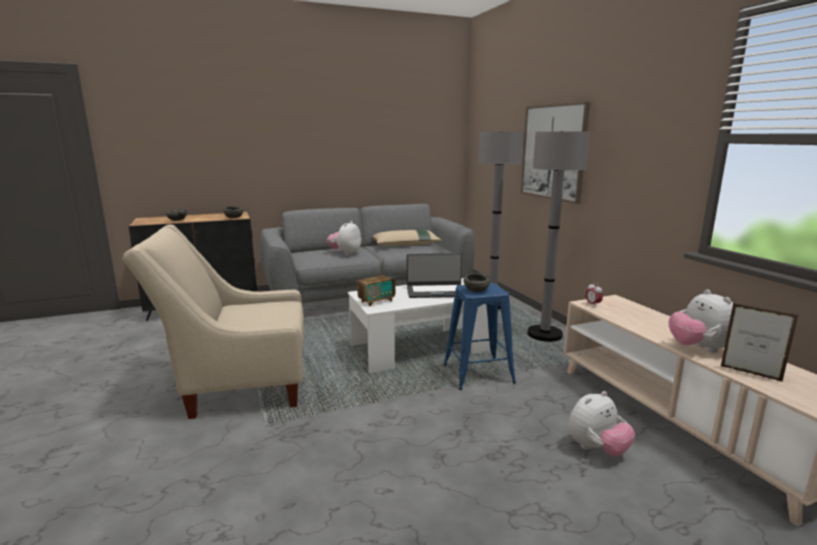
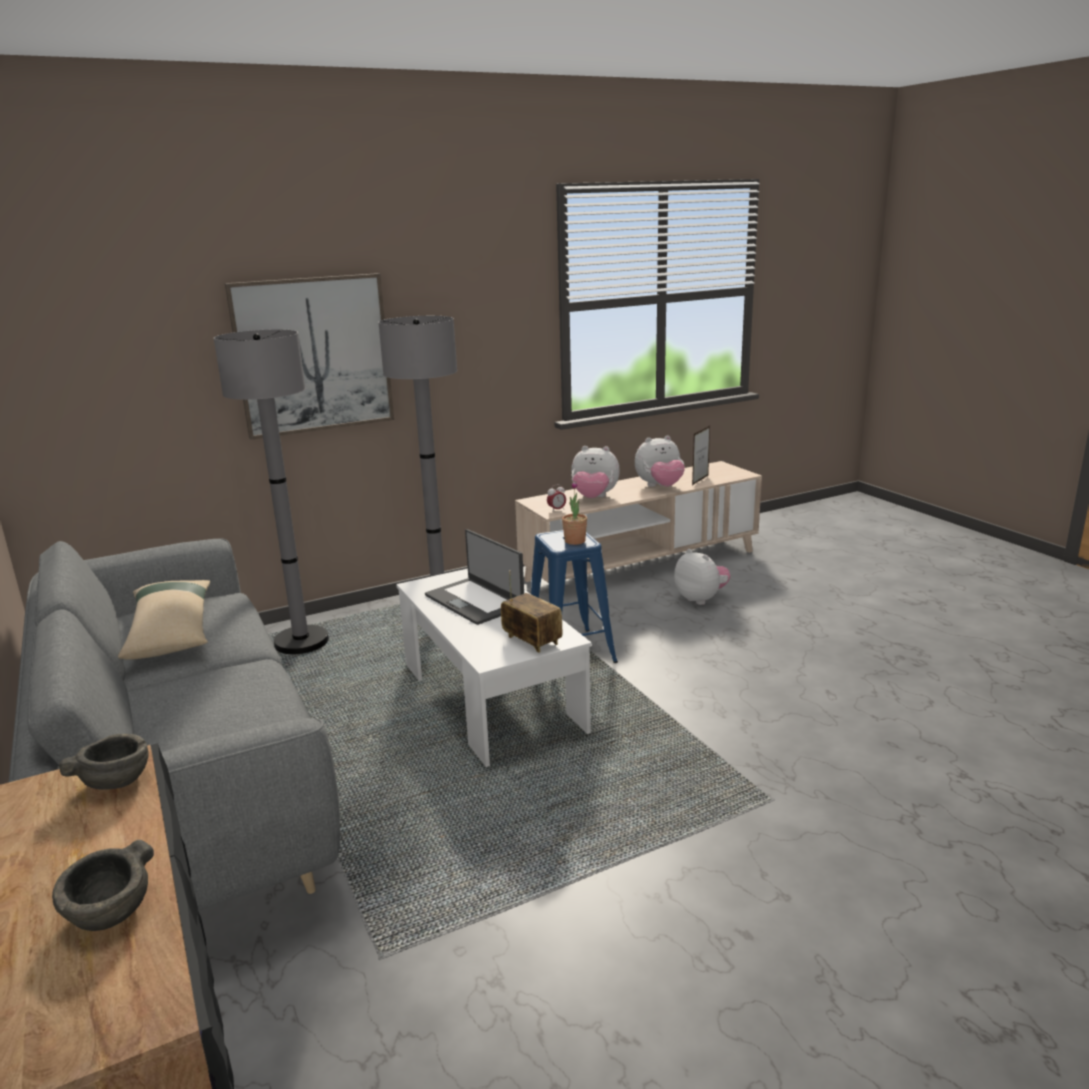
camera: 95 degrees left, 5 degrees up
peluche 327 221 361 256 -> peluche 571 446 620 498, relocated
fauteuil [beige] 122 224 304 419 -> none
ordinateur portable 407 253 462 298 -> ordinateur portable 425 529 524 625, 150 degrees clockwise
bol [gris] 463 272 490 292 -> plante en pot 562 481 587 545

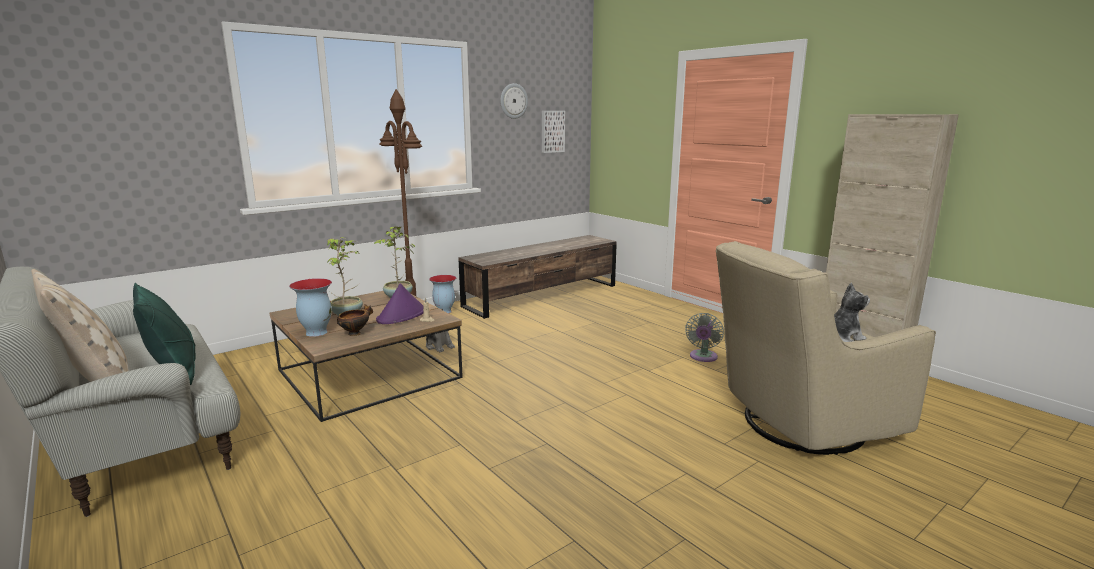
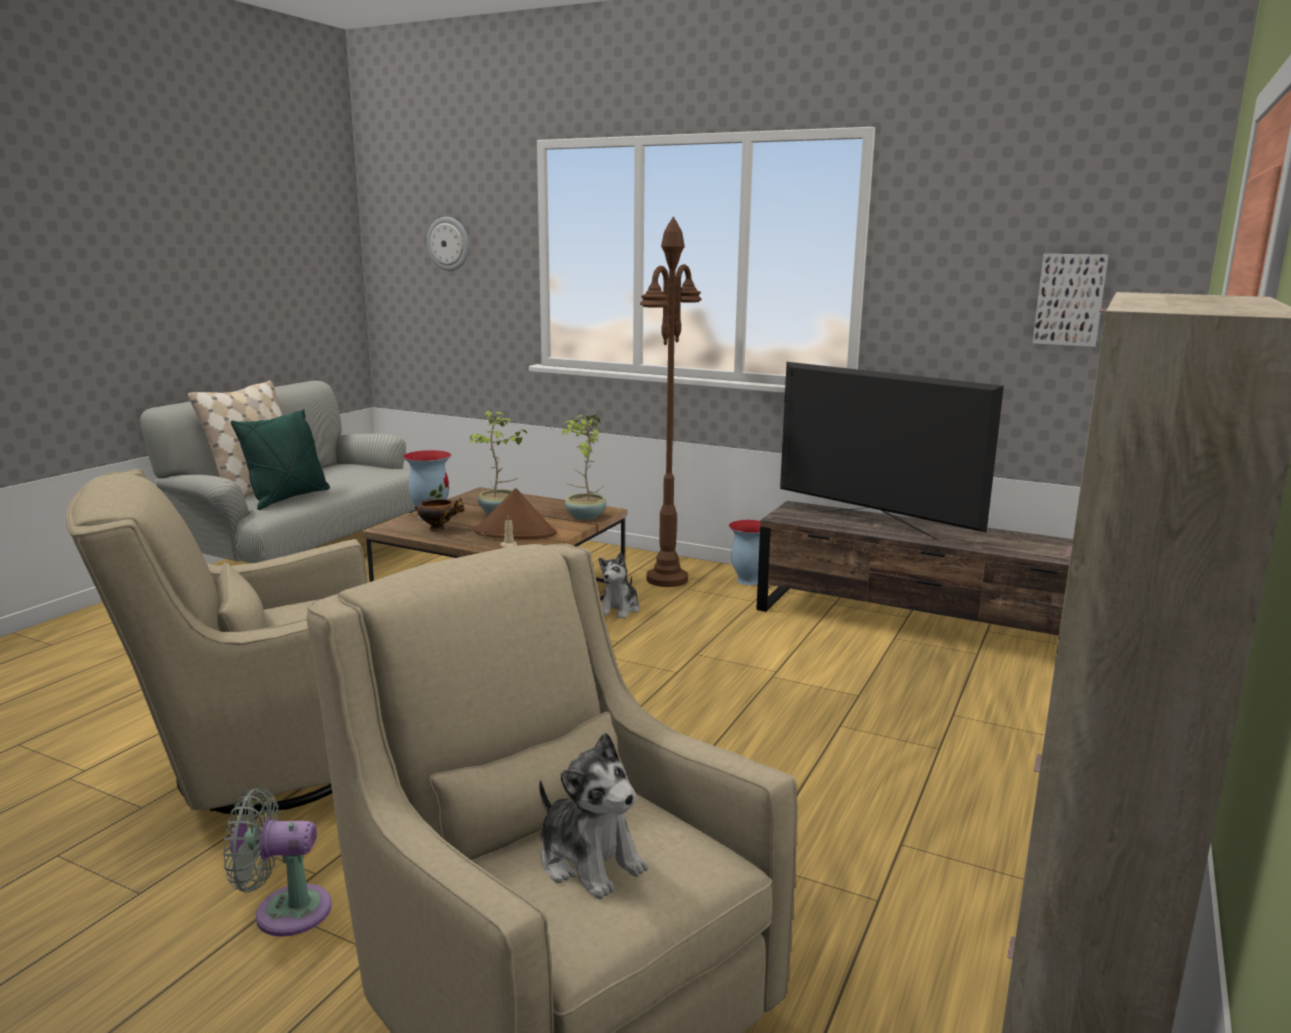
camera: 65 degrees right, 0 degrees up
horloge murale 500 83 528 119 -> horloge murale 427 217 469 271, relocated
chapeau [violet] 376 283 424 324 -> chapeau [marron] 474 488 557 539
ventilateur [gris] 685 313 724 362 -> ventilateur [gris] 223 788 332 937, relocated
none -> téléviseur 780 362 1004 541
none -> fauteuil [beige] 66 469 368 815

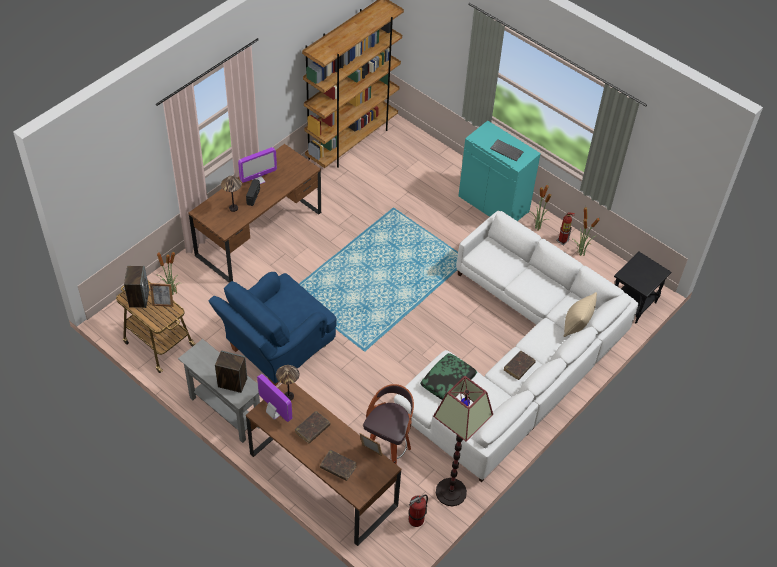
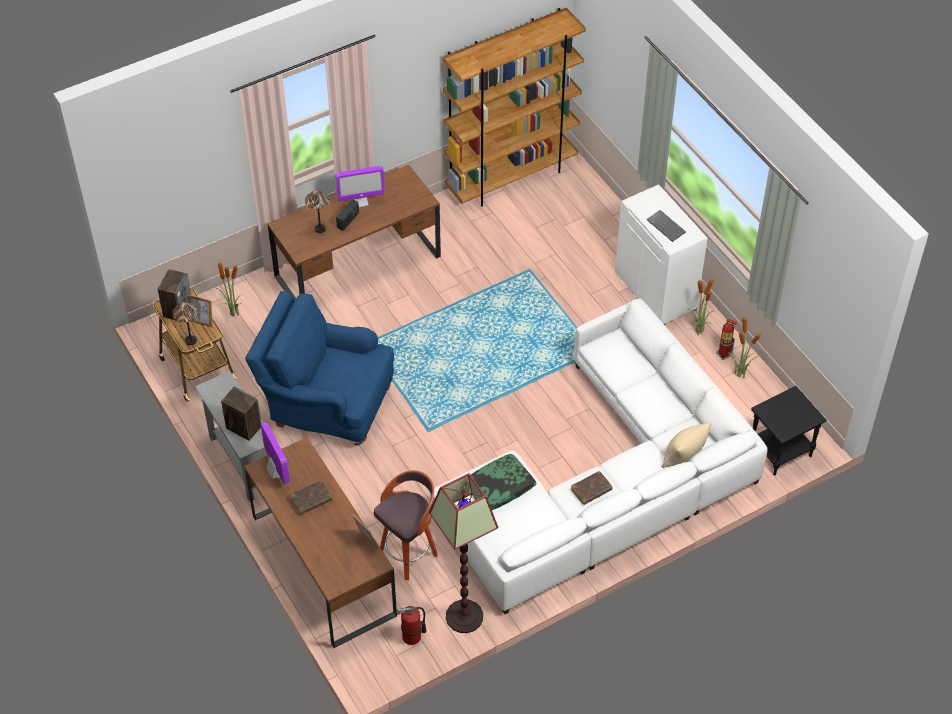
camera: 20 degrees right, 0 degrees up
meuble de rangement [turquoise] 458 121 541 221 -> meuble de rangement [blanc] 615 184 708 325
fauteuil [bleu] 209 272 337 386 -> fauteuil [bleu] 245 291 394 445, 45 degrees clockwise
lampe de table 276 365 299 401 -> lampe de table 172 302 199 345, relocated
livre [marron] 320 450 357 481 -> none

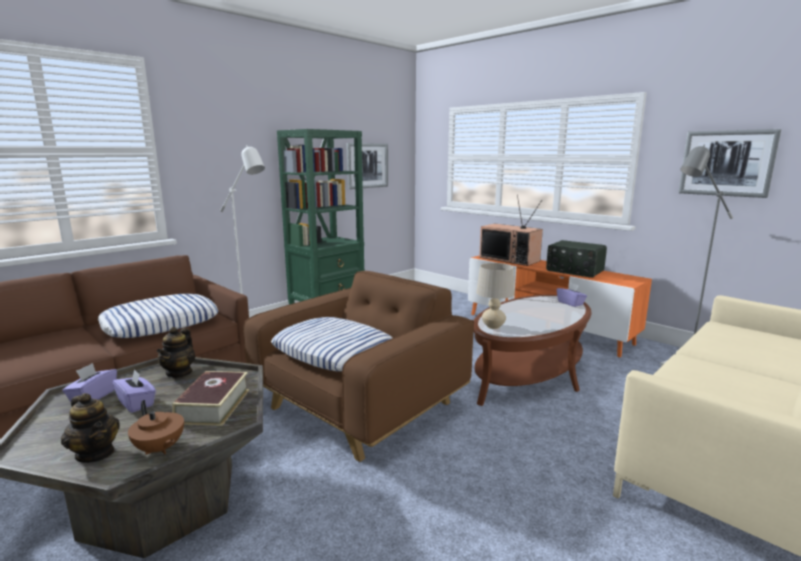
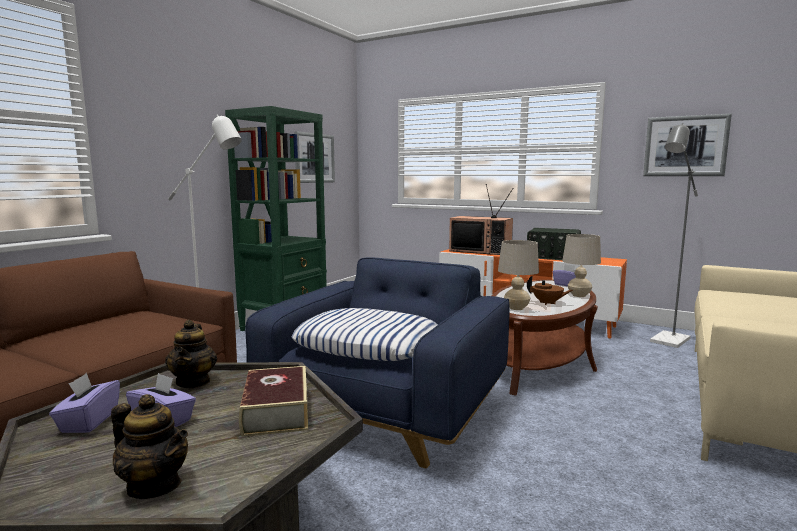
camera: 15 degrees left, 5 degrees down
fauteuil [marron] 243 271 474 462 -> fauteuil [bleu] 245 257 510 468
coussin 98 294 218 338 -> none
théière [marron] 128 400 184 455 -> théière [marron] 527 276 573 305, relocated
none -> lampe de table [beige] 562 234 601 297

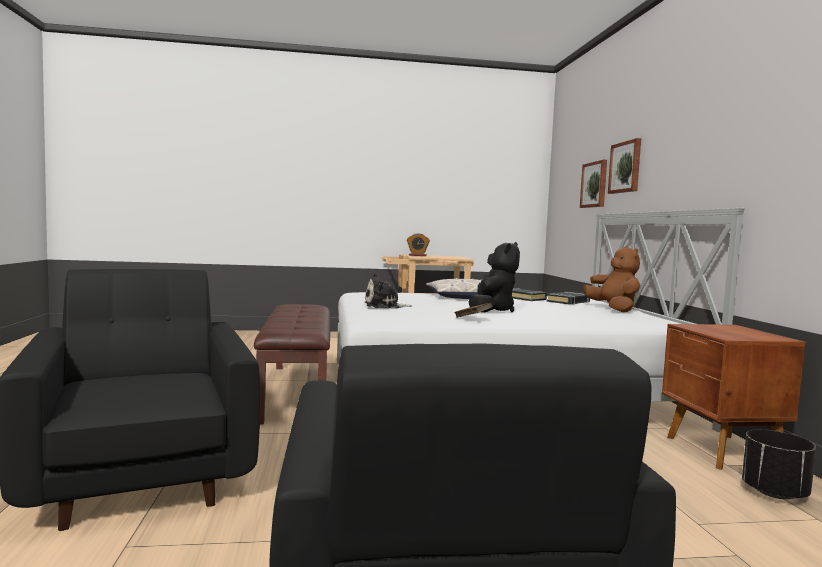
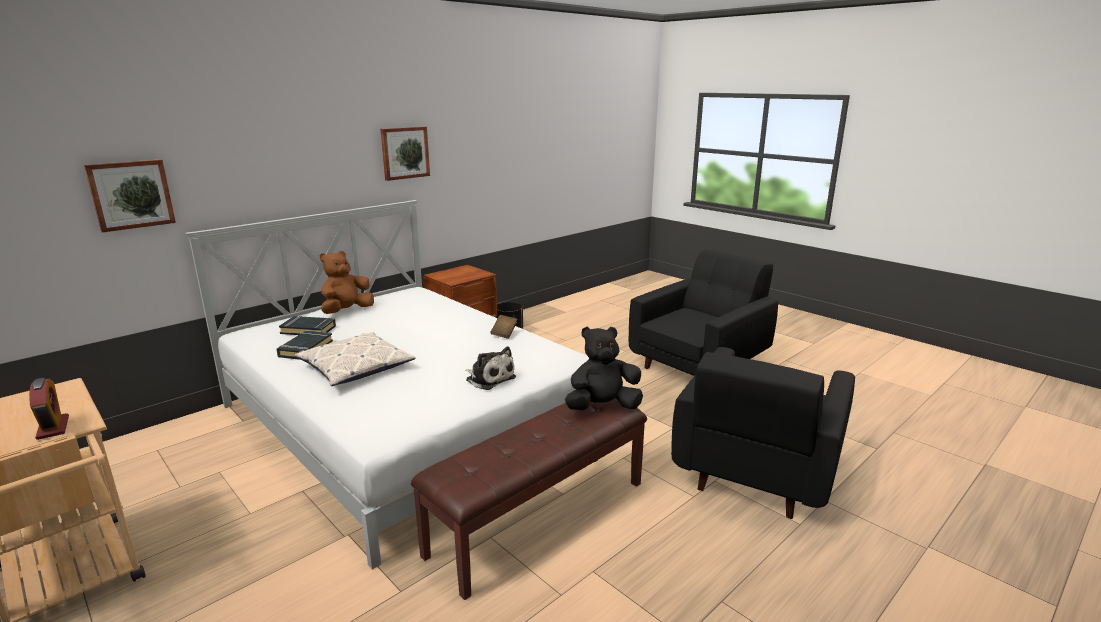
camera: 125 degrees left, 15 degrees up
tableau 608 138 641 194 -> tableau 380 126 430 181, relocated
peluche [noir] 469 242 520 312 -> peluche [noir] 565 327 643 410, relocated

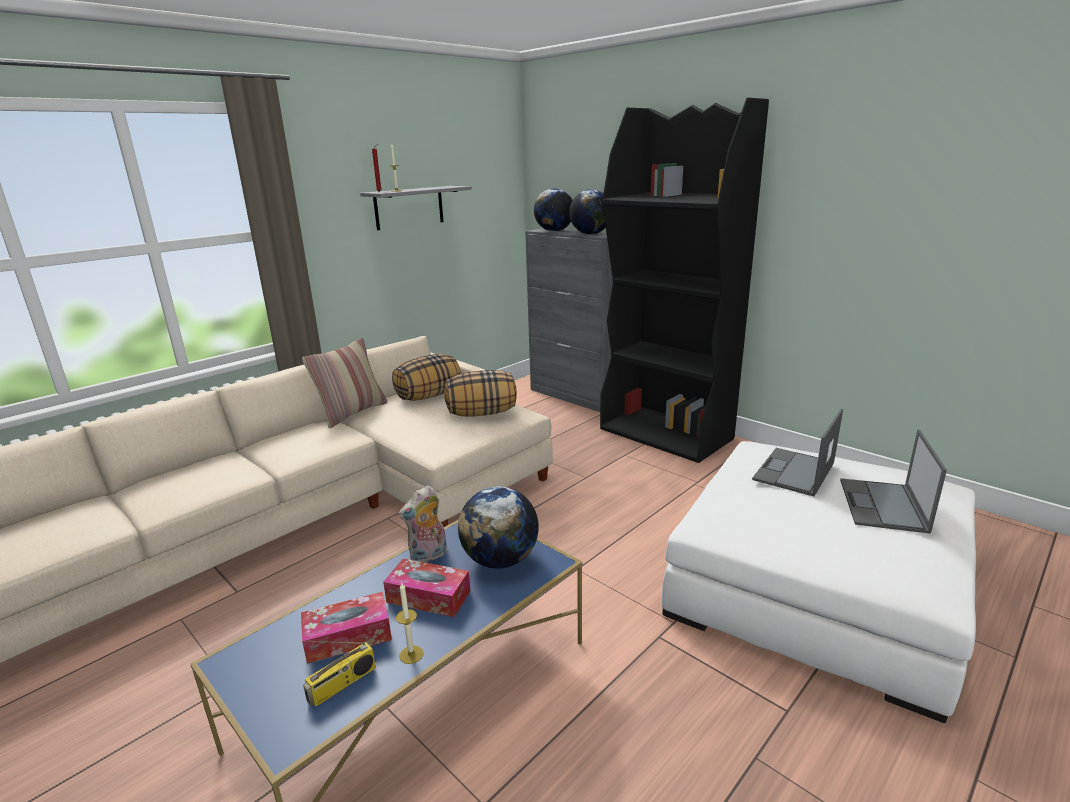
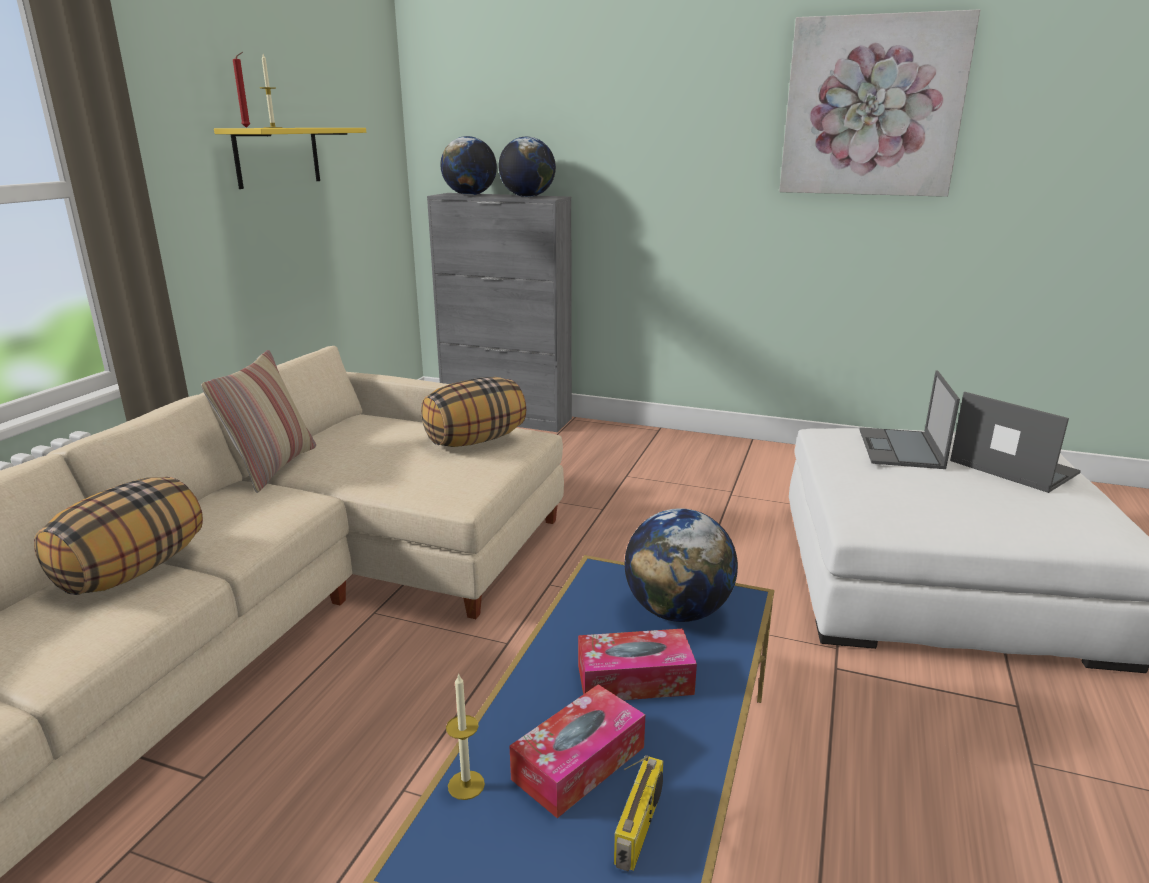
camera: 25 degrees left, 0 degrees up
bibliothèque [noir] 600 98 769 463 -> none
étagère [gris] 360 186 472 230 -> étagère [jaune] 214 128 366 189
coussin 392 354 461 401 -> coussin 34 477 203 595, relocated
ordinateur portable 840 429 947 534 -> ordinateur portable 950 392 1081 493, 150 degrees clockwise
peluche 398 485 447 563 -> none
bougie 396 583 423 664 -> bougie 446 673 485 800, relocated
none -> tableau 779 9 980 197

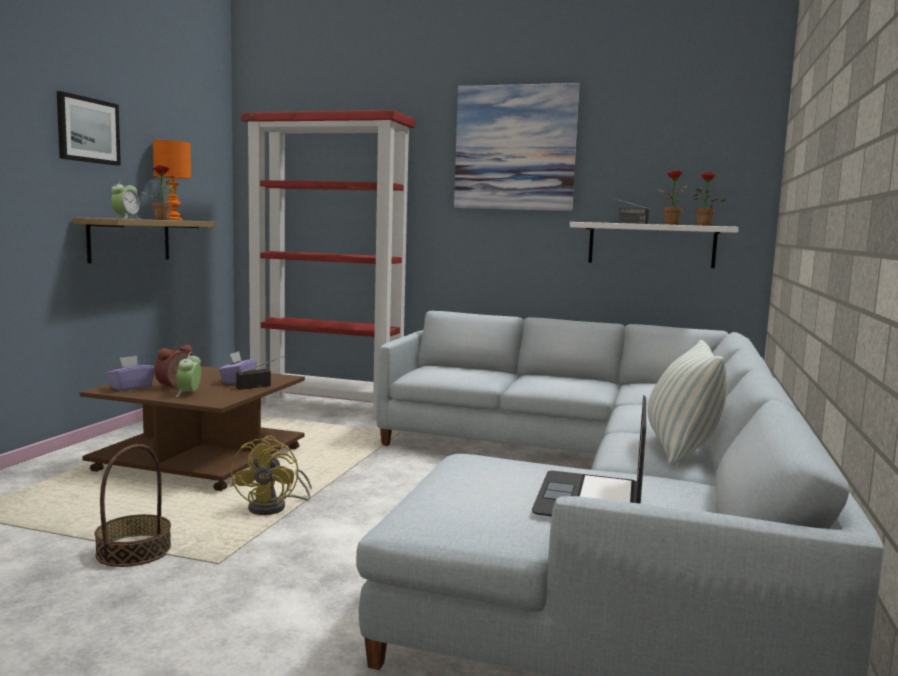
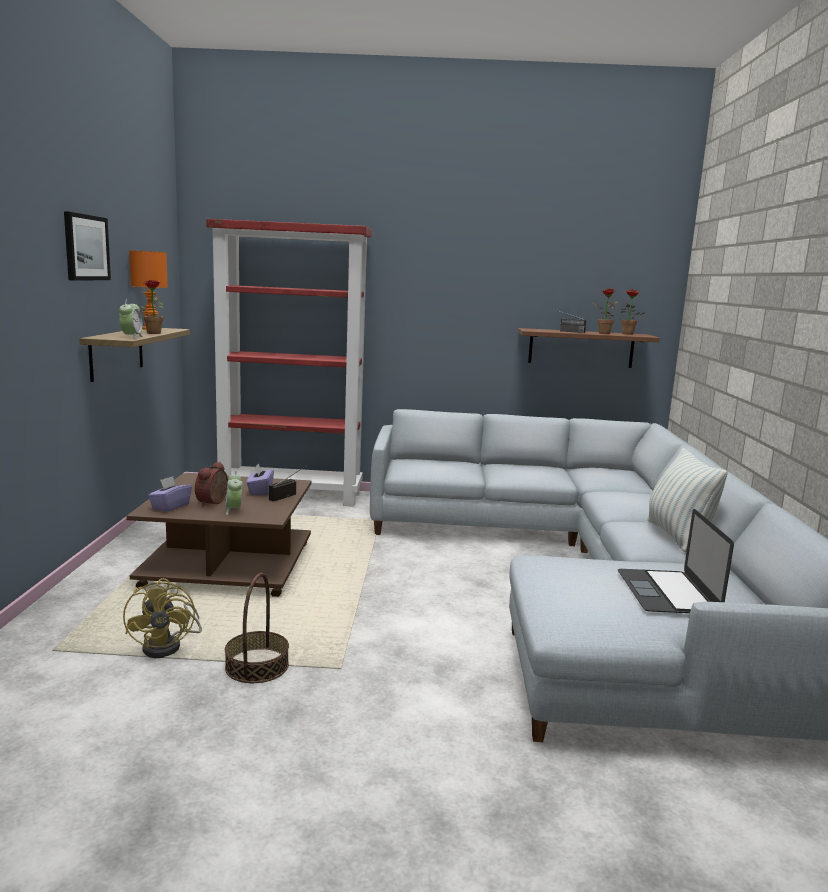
camera: 15 degrees left, 5 degrees up
tableau 454 83 580 211 -> none
étagère [blanc] 570 222 739 268 -> étagère [marron] 518 328 660 368
ventilateur [jaune] 231 436 312 515 -> ventilateur [jaune] 123 578 202 658, relocated

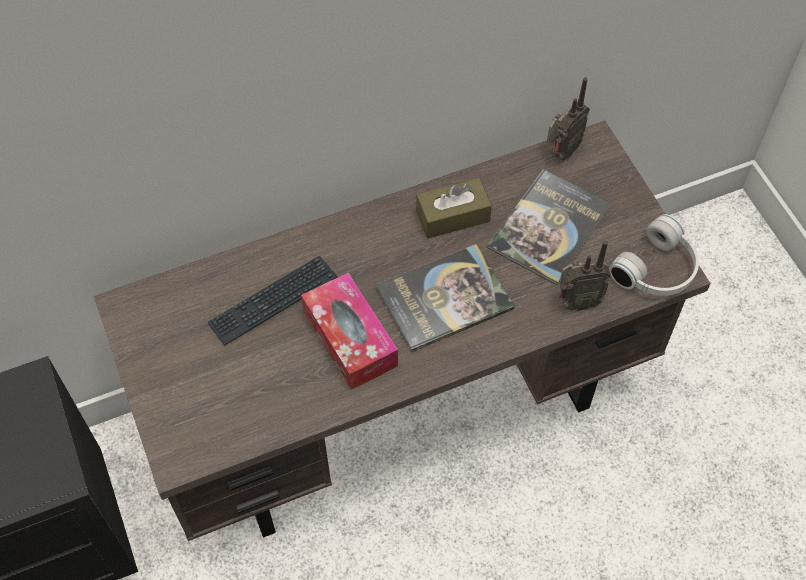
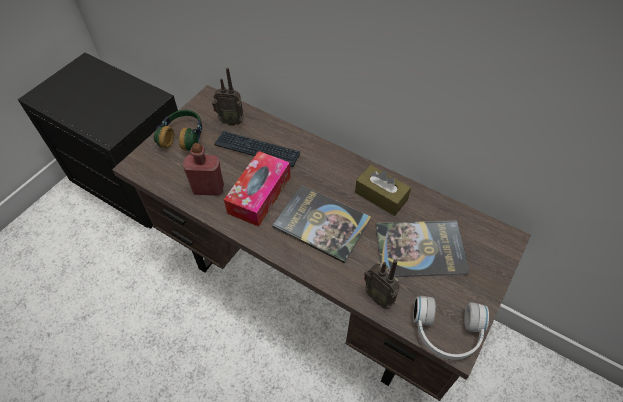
camera: 55 degrees right, 5 degrees down
radio 547 77 590 160 -> radio 212 68 244 126, relocated
none -> casque audio 154 110 202 151
none -> bouteille [rouge] 183 143 224 196

